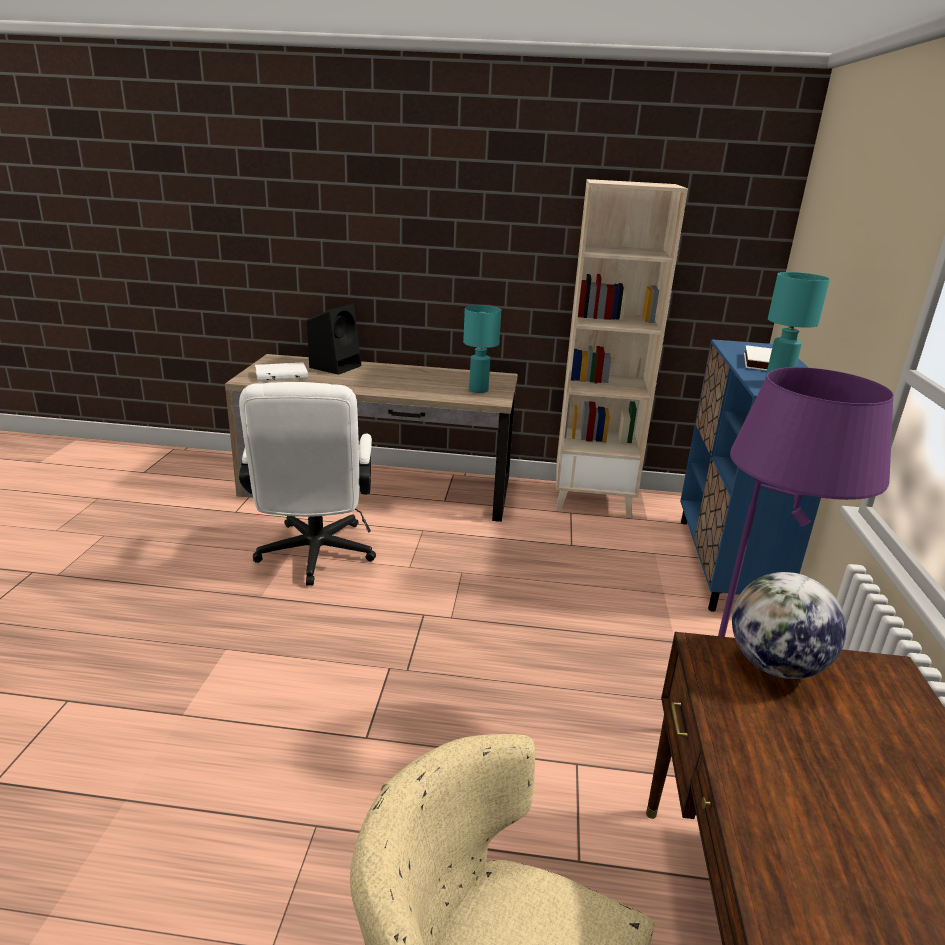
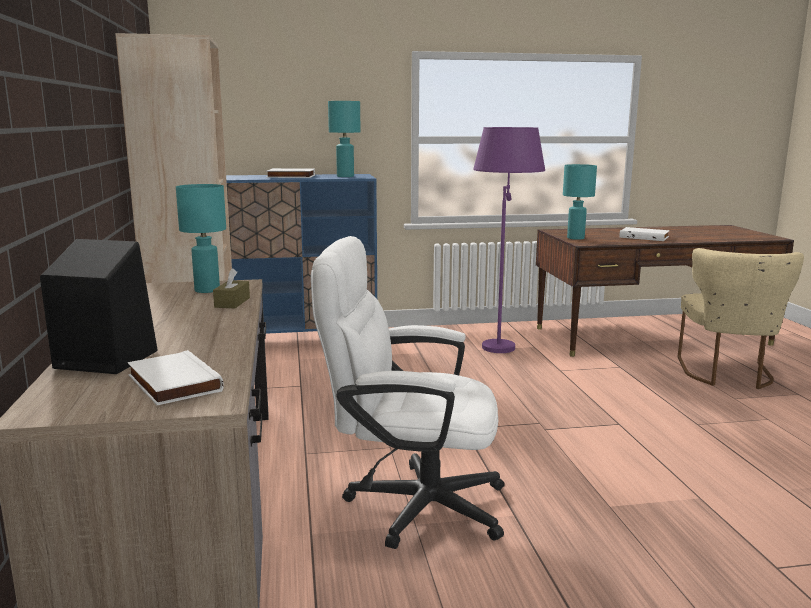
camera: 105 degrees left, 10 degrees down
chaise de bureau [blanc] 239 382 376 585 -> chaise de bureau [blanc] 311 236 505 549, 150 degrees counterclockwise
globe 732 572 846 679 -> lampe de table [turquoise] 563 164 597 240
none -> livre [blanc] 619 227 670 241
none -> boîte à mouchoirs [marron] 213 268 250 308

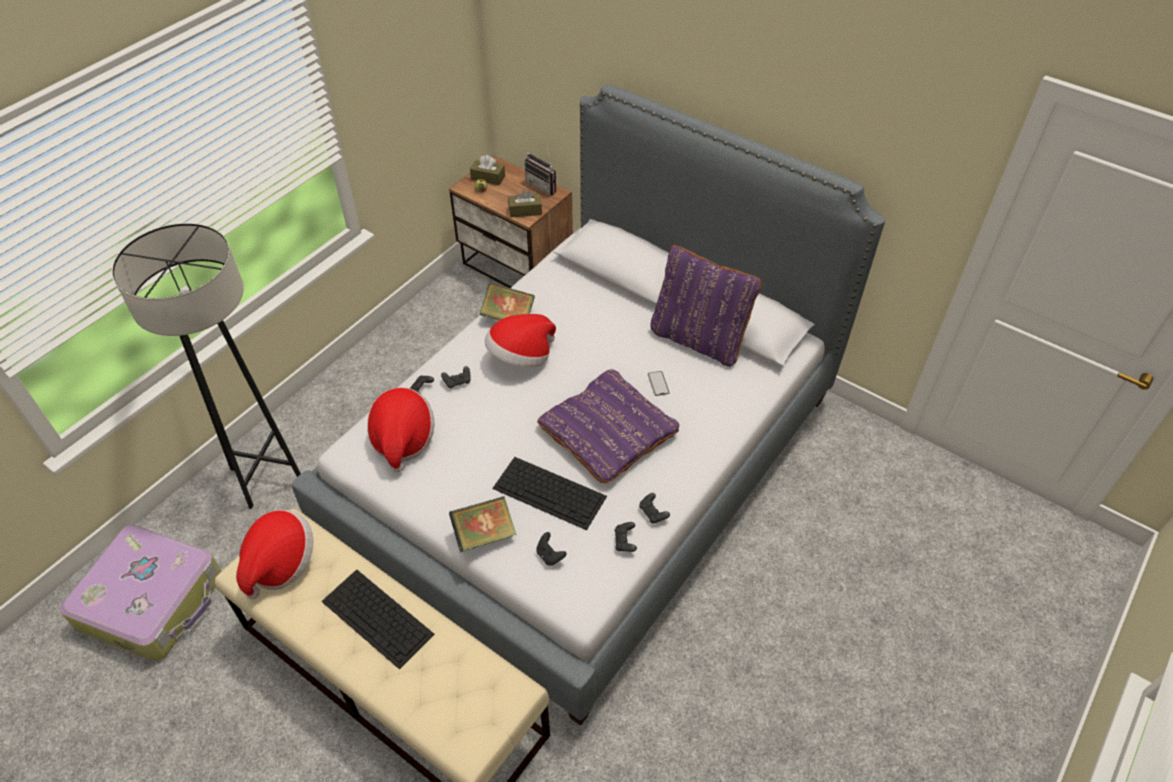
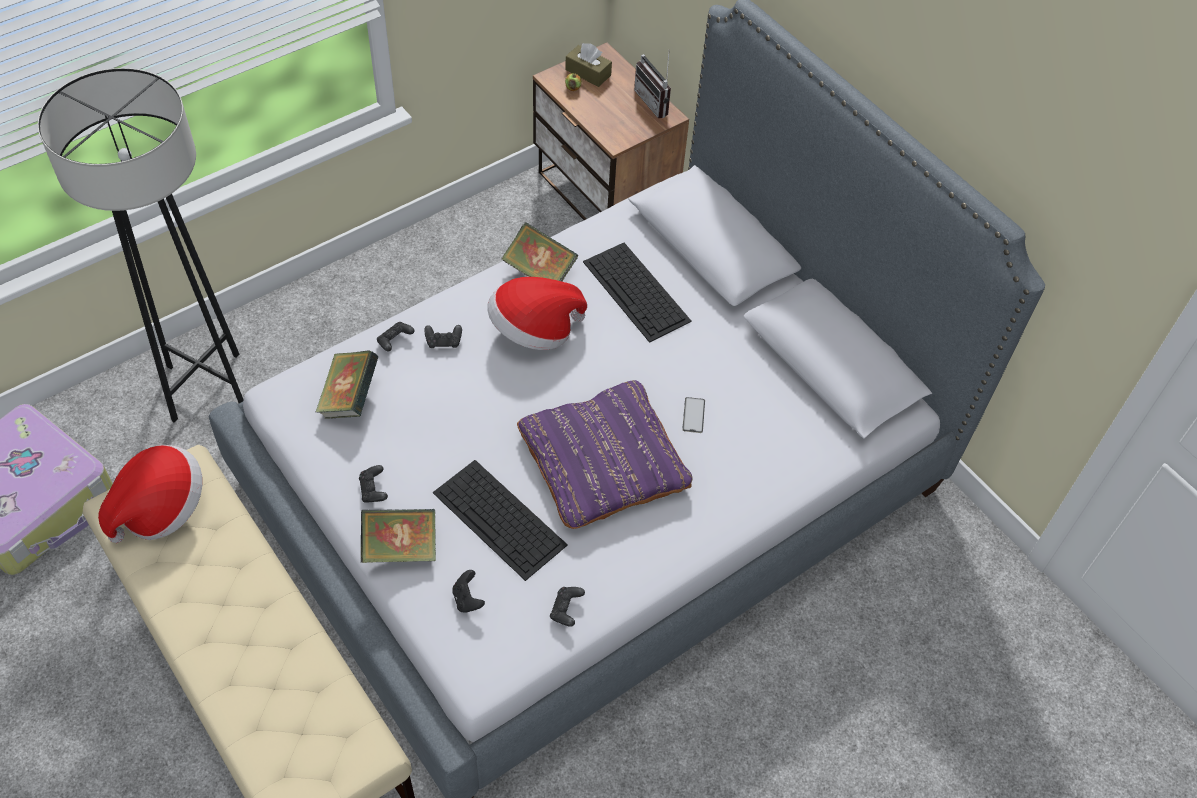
camera: 15 degrees right, 5 degrees up
boîte à mouchoirs [marron] 508 190 542 217 -> none
coussin [violet] 650 245 762 367 -> none
chapeau 367 387 434 472 -> livre 316 350 378 419
manette [noir] 639 493 670 524 -> manette [noir] 359 465 388 503, relocated
clavier 322 569 434 670 -> clavier 583 243 692 343, relocated

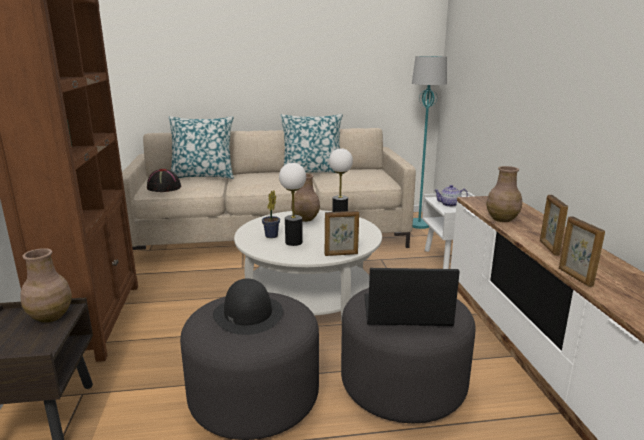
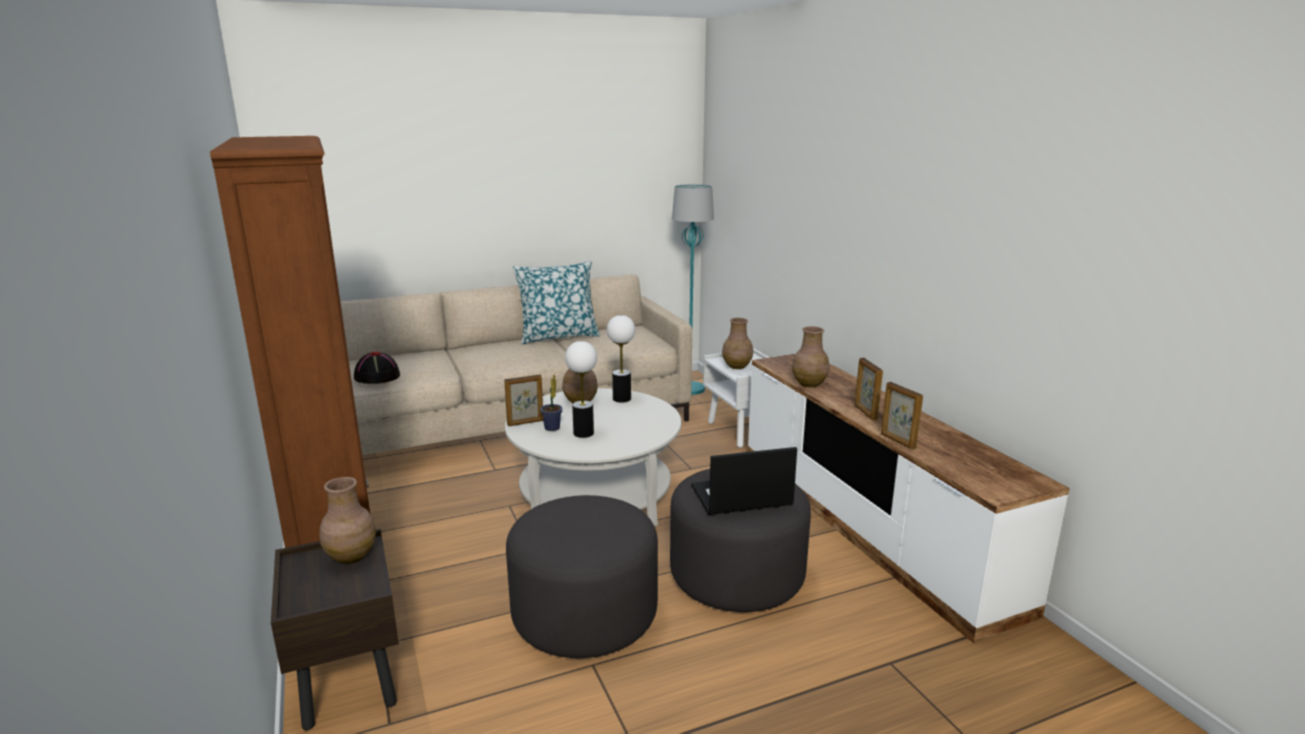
camera: 15 degrees left, 0 degrees up
coussin 168 116 234 179 -> none
théière 434 185 468 207 -> vase [marron] 722 318 753 369
cadre photo 325 211 359 256 -> cadre photo 504 374 543 426, relocated
chapeau [noir] 213 278 283 335 -> none

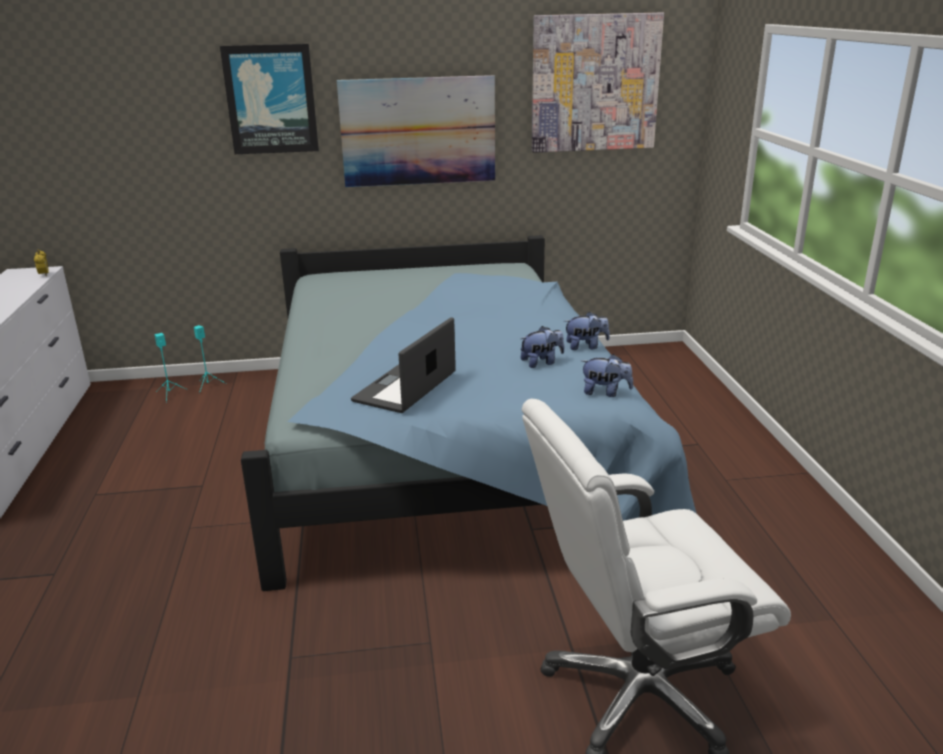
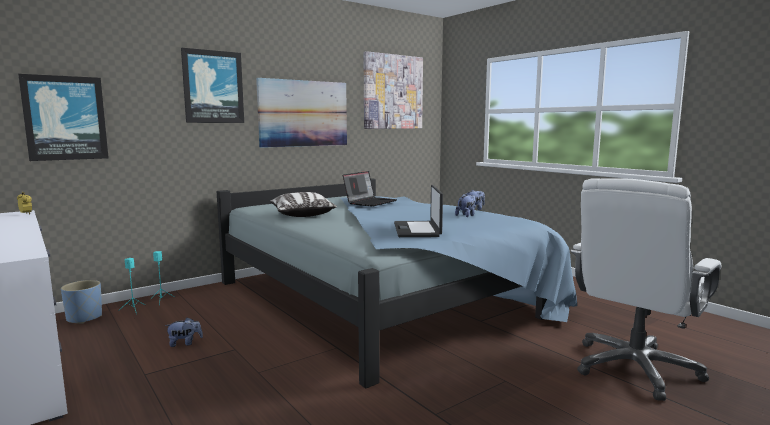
camera: 30 degrees left, 15 degrees down
peluche 581 354 633 397 -> peluche 165 317 203 347, relocated
none -> tableau 18 74 109 161
none -> ordinateur portable 343 171 397 207
none -> coussin 270 192 337 217
none -> cache-pot [bleu] 61 280 102 324

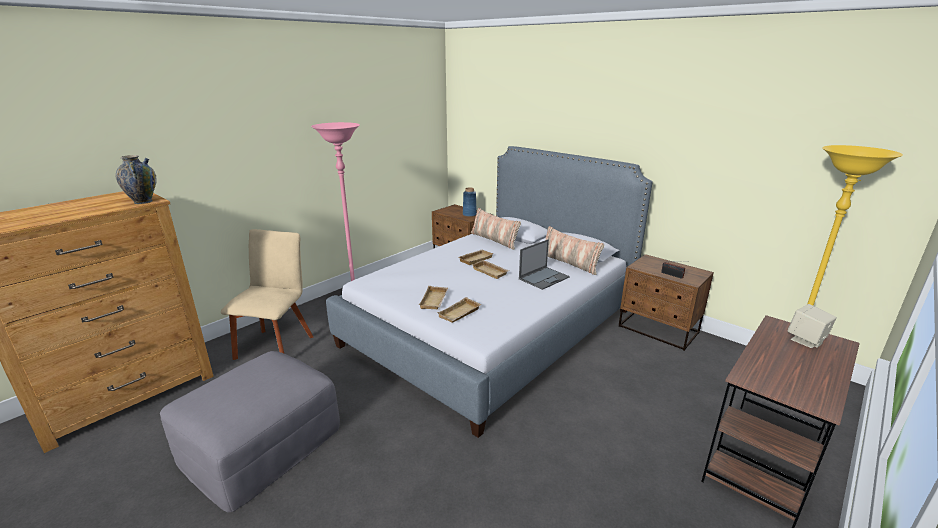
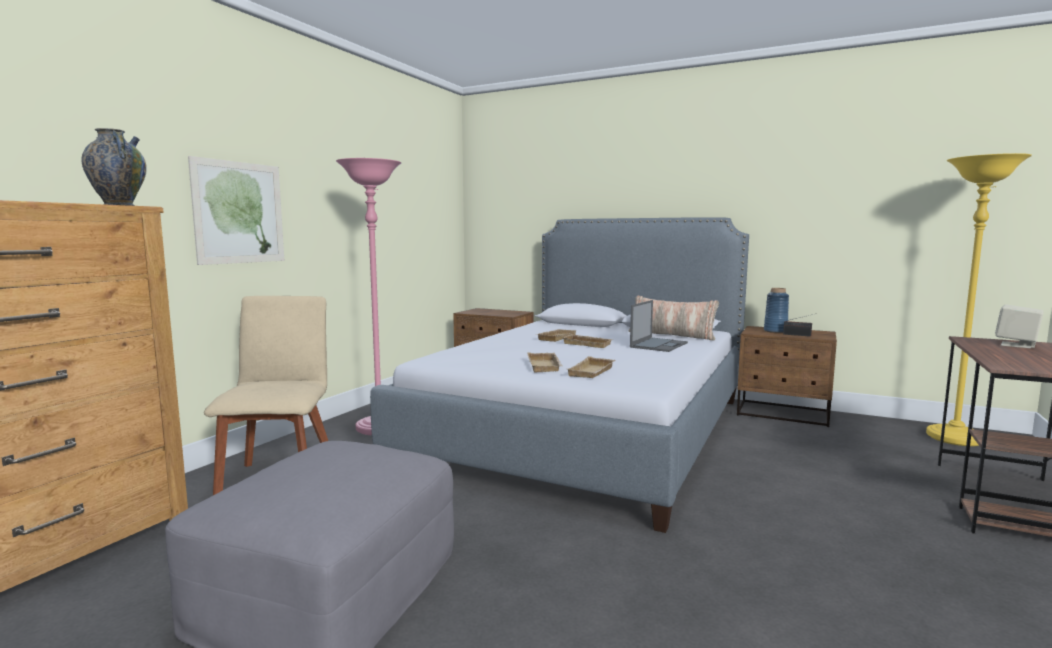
camera: 15 degrees left, 15 degrees down
vase [bleu] 463 187 477 217 -> vase [bleu] 764 288 789 333, relocated
coussin 471 208 521 250 -> none
none -> tableau 188 156 284 265

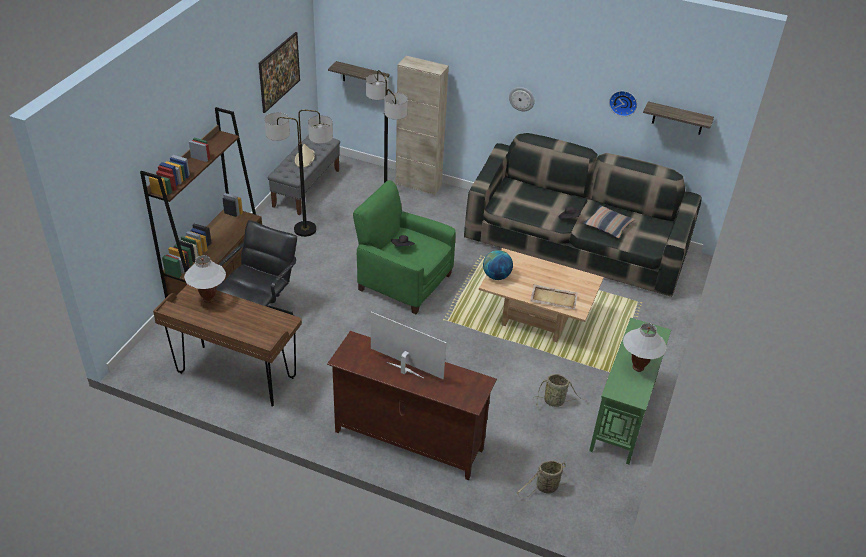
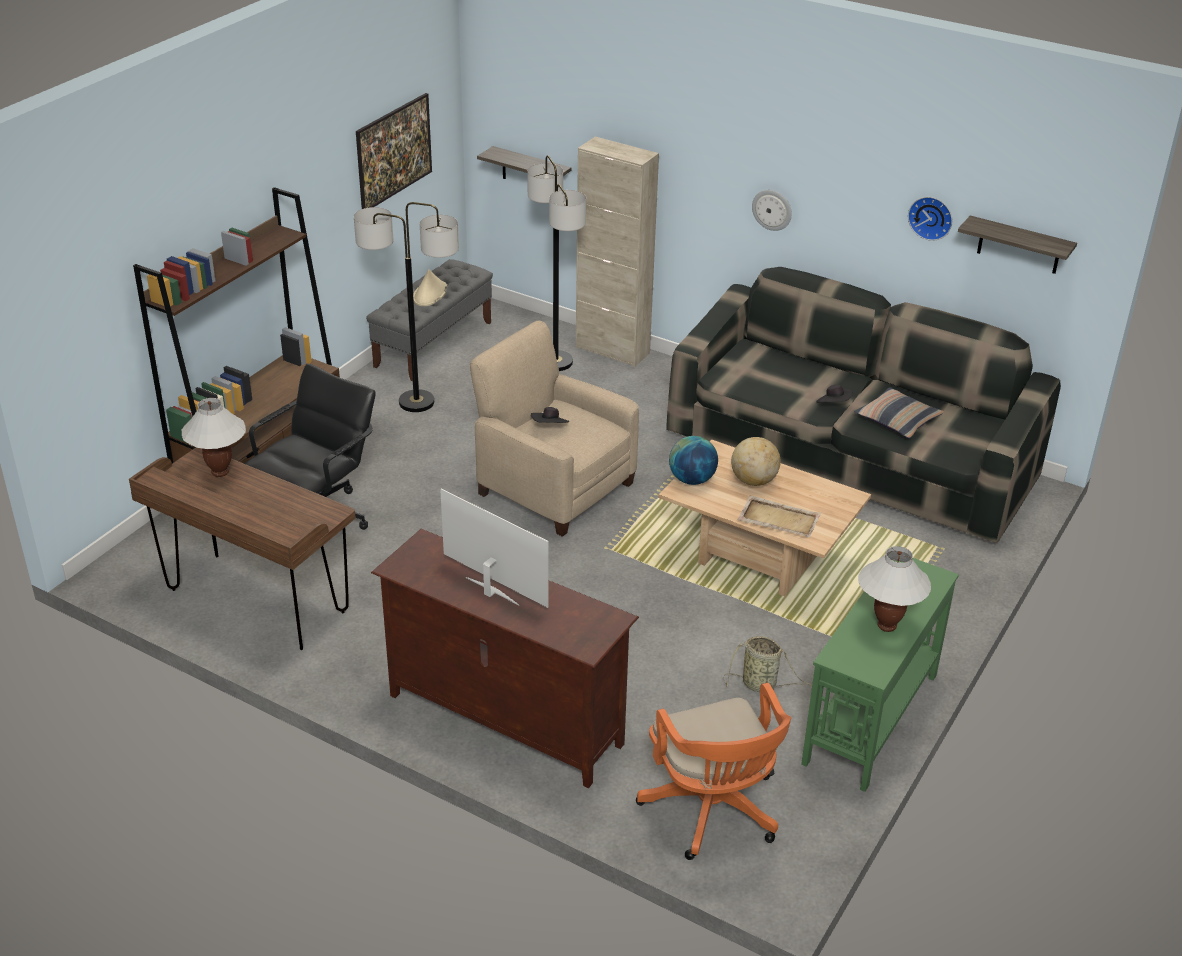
camera: 10 degrees right, 5 degrees down
fauteuil [vert] 353 180 456 314 -> fauteuil [beige] 470 321 639 537
panier 517 461 569 498 -> chaise de bureau [orange] 636 683 791 860
none -> globe 731 437 781 486

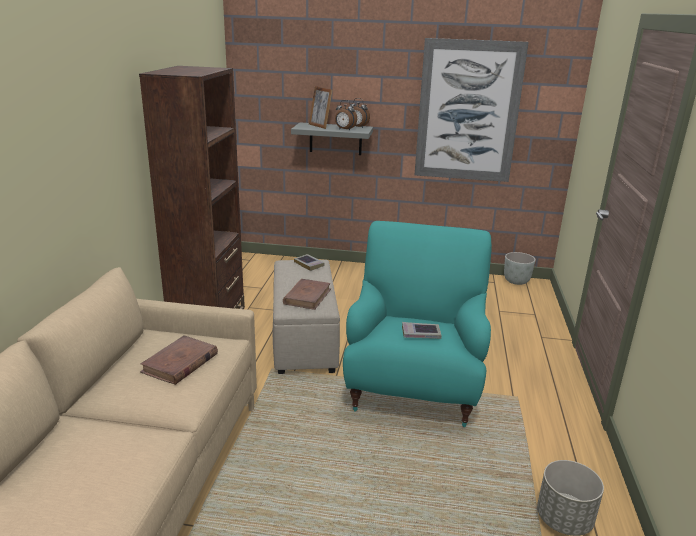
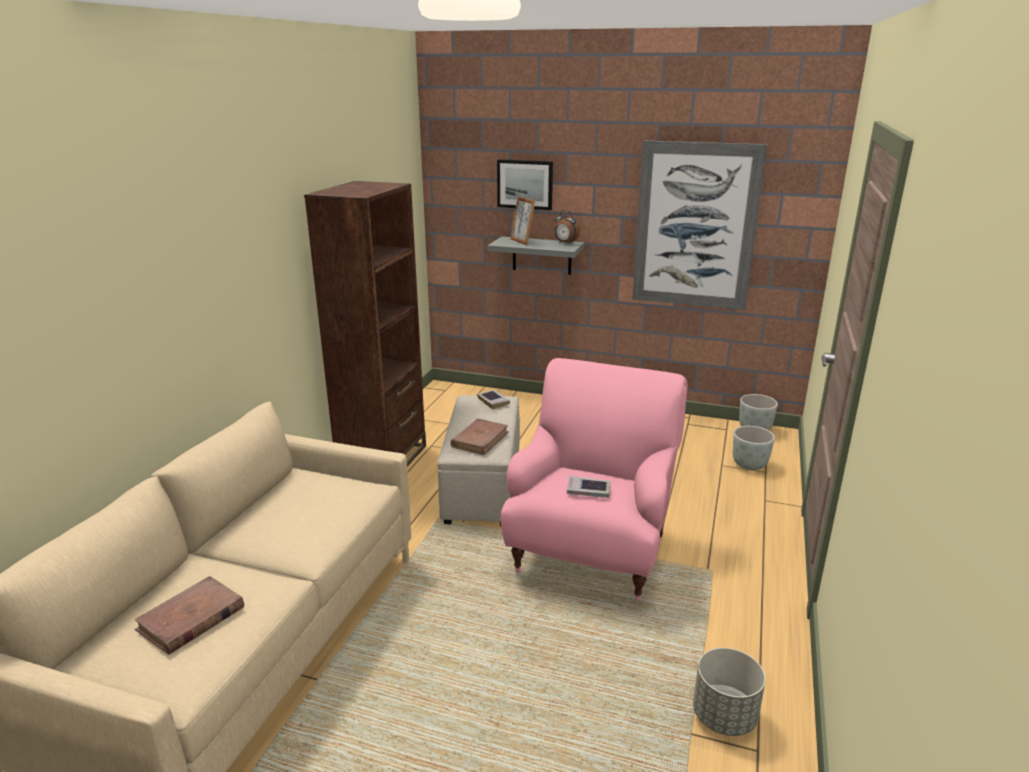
camera: 10 degrees right, 0 degrees up
réveil 335 100 357 130 -> none
fauteuil [turquoise] 343 221 492 427 -> fauteuil [rose] 501 358 688 601
livre [marron] 140 336 218 385 -> livre [marron] 135 576 244 655, relocated
none -> tableau 497 159 553 210
none -> cache-pot [gris] 733 426 775 470

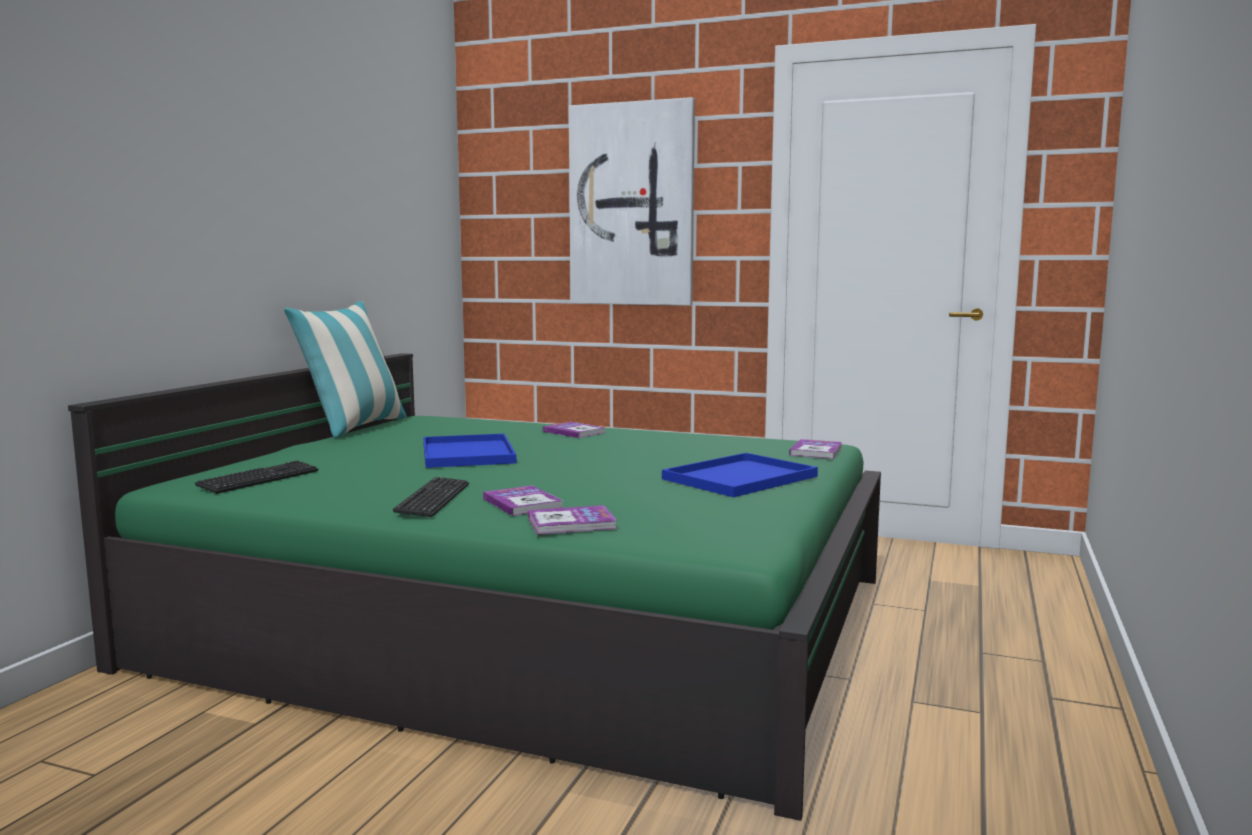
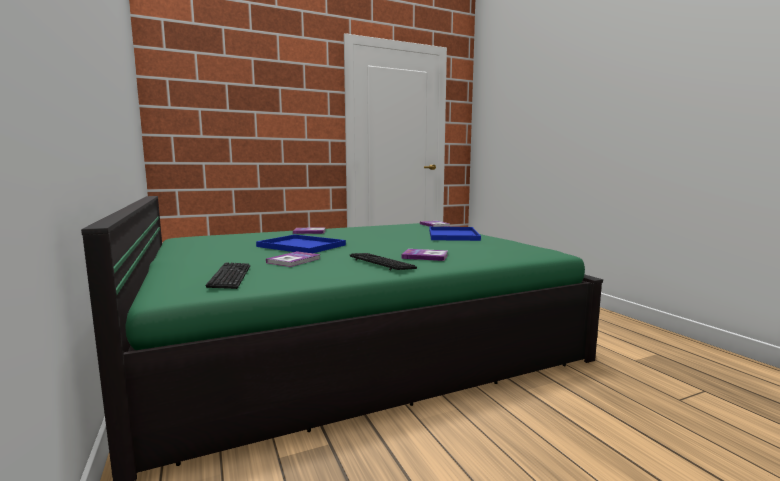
camera: 45 degrees left, 0 degrees up
tableau 569 97 695 305 -> none
coussin 284 301 406 438 -> none
livre 528 505 618 534 -> livre 266 251 320 267, relocated

